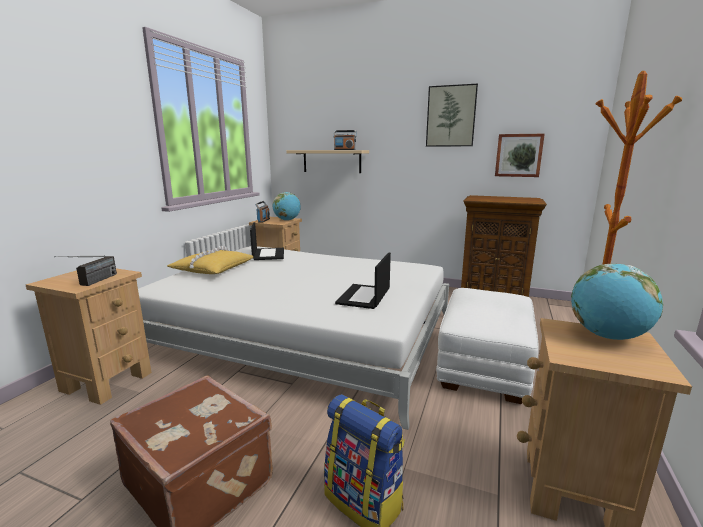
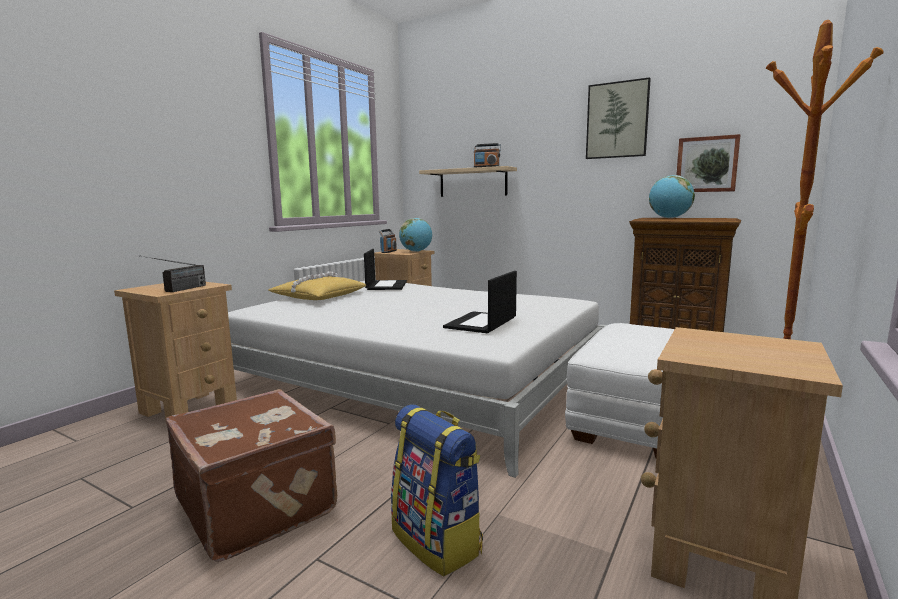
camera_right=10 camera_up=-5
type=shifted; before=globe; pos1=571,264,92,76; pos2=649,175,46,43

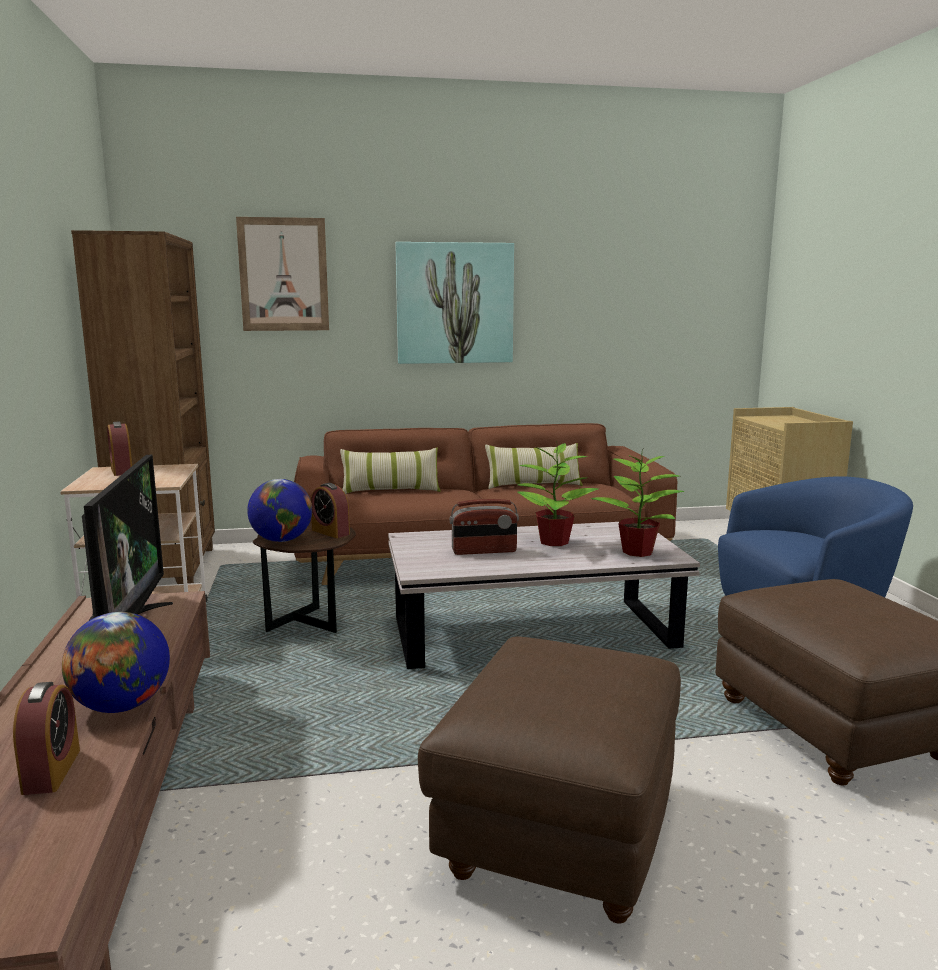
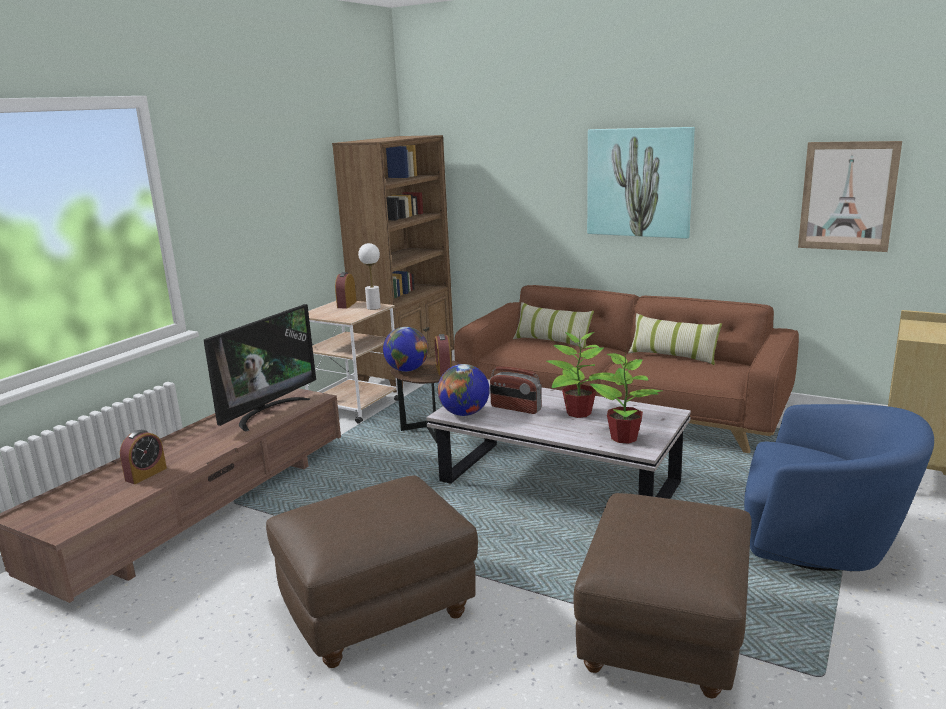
camera_right=40 camera_up=5
type=shifted; before=globe; pos1=62,612,108,101; pos2=438,364,52,52
type=shifted; before=picture; pos1=236,217,93,114; pos2=798,141,104,111
type=new; after=table lamp (white); pos2=358,243,23,67

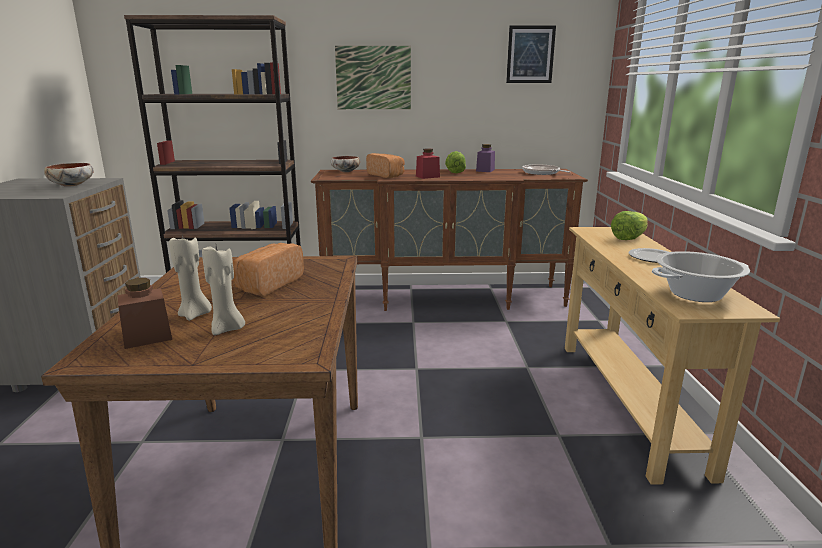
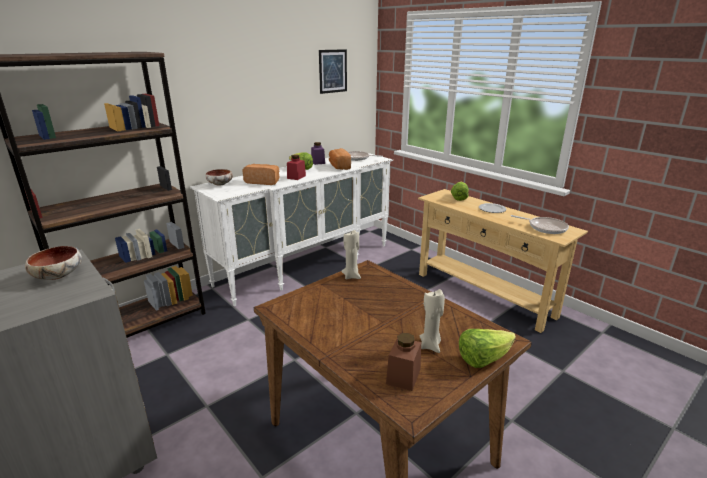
camera_right=-40 camera_up=5
type=shifted; before=candle (beige); pos1=169,234,43,87; pos2=341,230,20,49
type=shifted; before=bread; pos1=233,243,71,53; pos2=329,148,22,22
type=repainted; before=cabinet (brown); after=cabinet (white); pos1=311,169,277,142; pos2=190,153,203,153
type=gone; before=picture; pos1=335,46,76,63
type=swapped; before=cooking pot; after=frying pan; pos1=652,251,98,51; pos2=511,215,58,19
type=new; after=lettuce; pos2=459,329,57,39

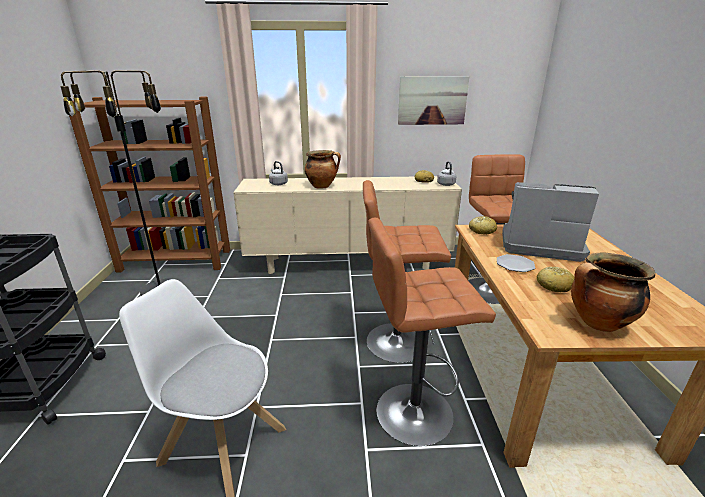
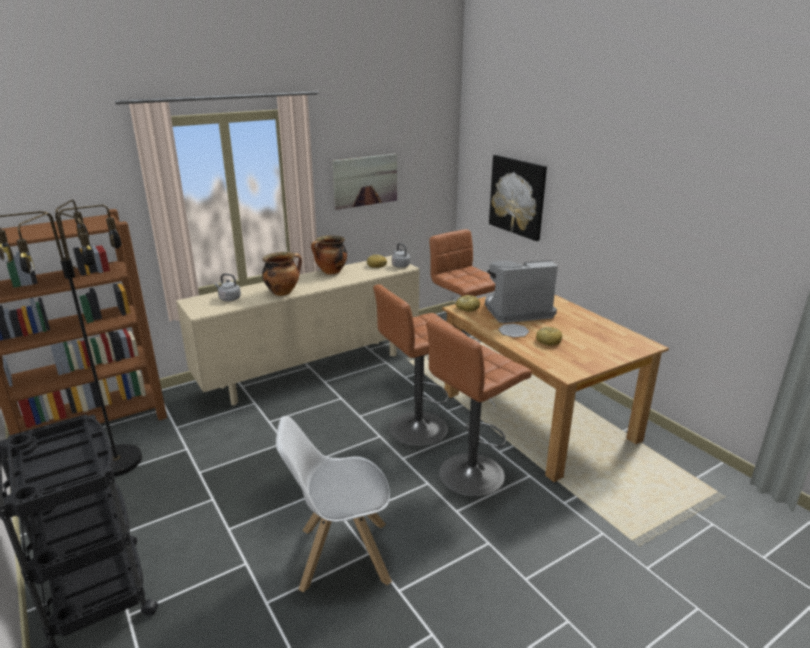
camera_right=-30 camera_up=0
type=shifted; before=cooking pot; pos1=571,252,84,80; pos2=311,235,36,40
type=new; after=picture; pos2=489,155,58,86

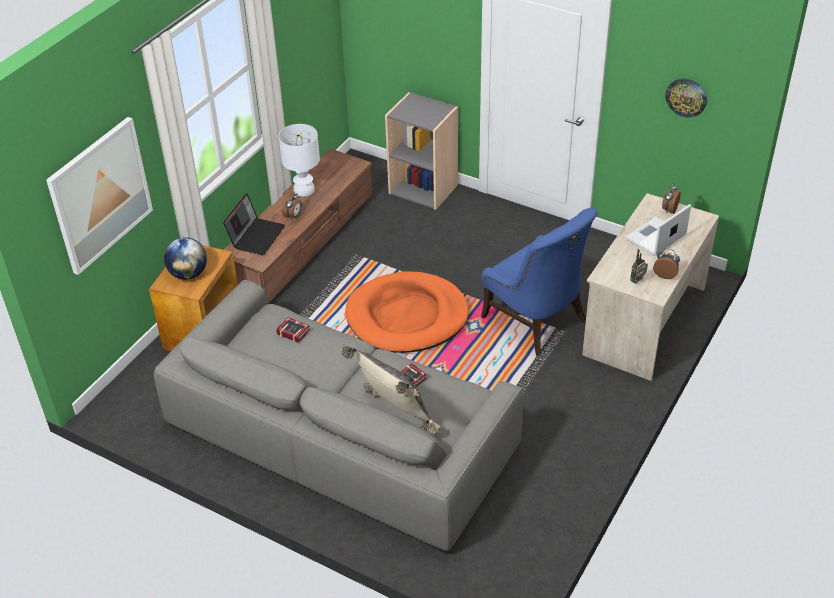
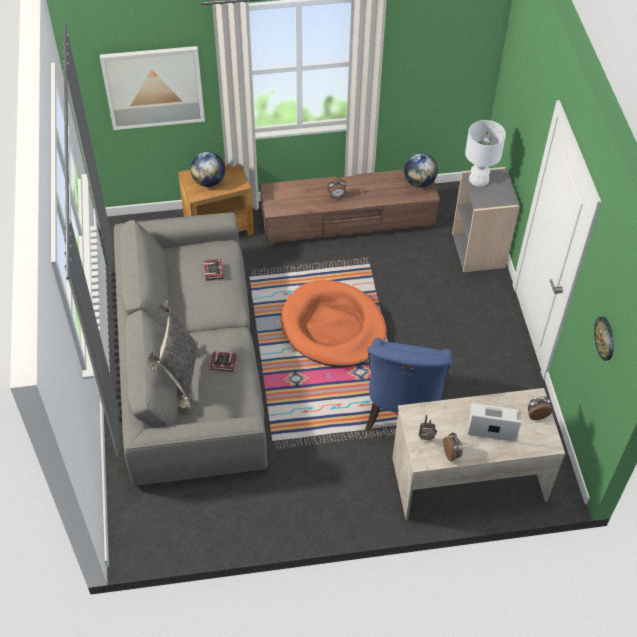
camera_right=50 camera_up=10
type=gone; before=laptop; pos1=223,193,62,62
type=shifted; before=table lamp (white); pos1=278,124,42,72; pos2=465,120,41,67
type=new; after=globe; pos2=404,153,34,34

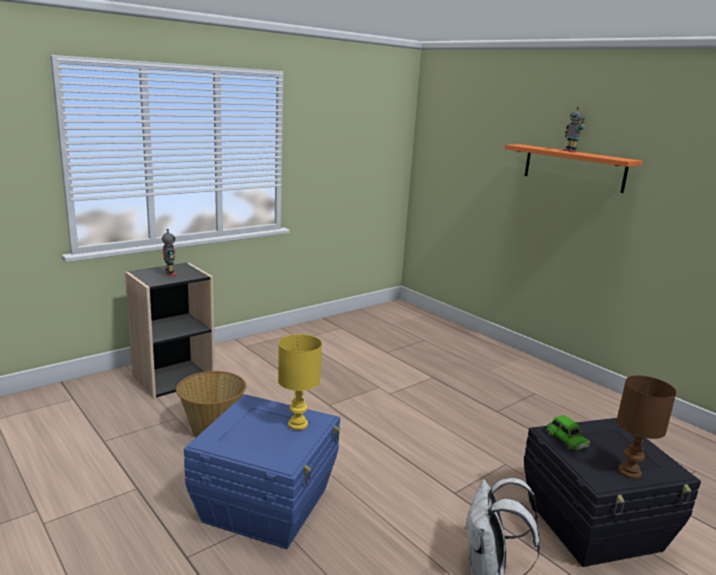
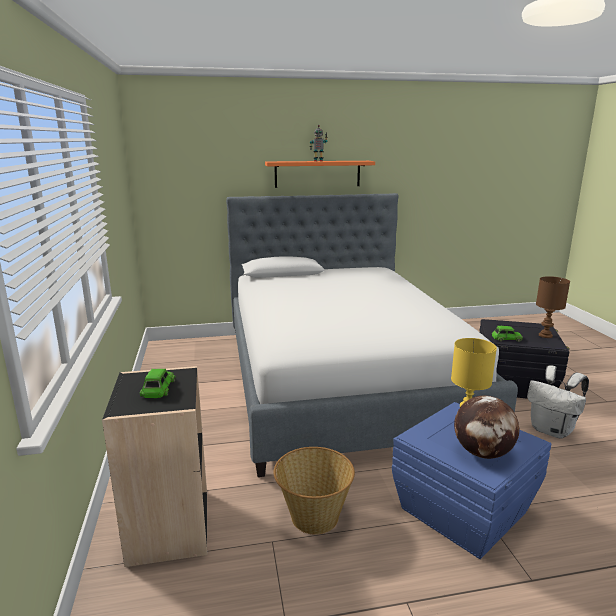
camera_right=-60 camera_up=0
type=swapped; before=toy robot; after=toy car (green); pos1=162,229,15,47; pos2=140,369,36,29
type=new; after=bed; pos2=226,193,292,284
type=new; after=globe; pos2=454,396,65,63

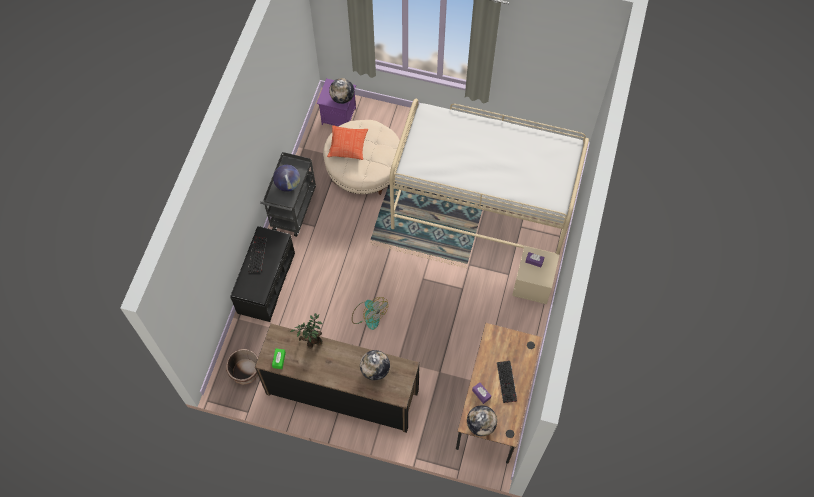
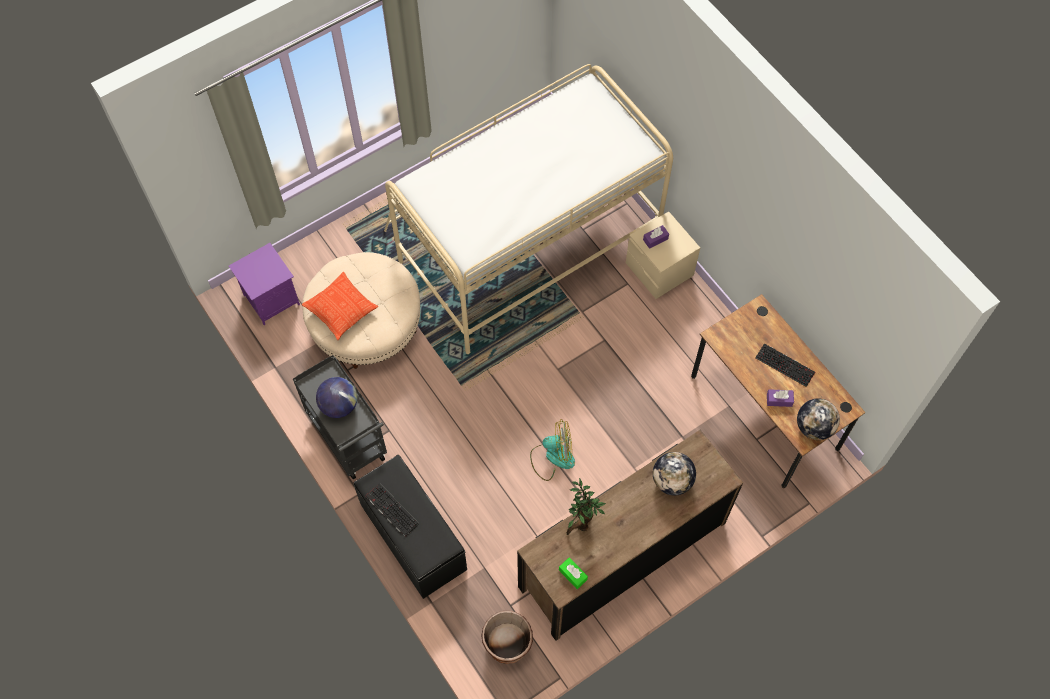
camera_right=-50 camera_up=0
type=gone; before=globe; pos1=329,78,25,26

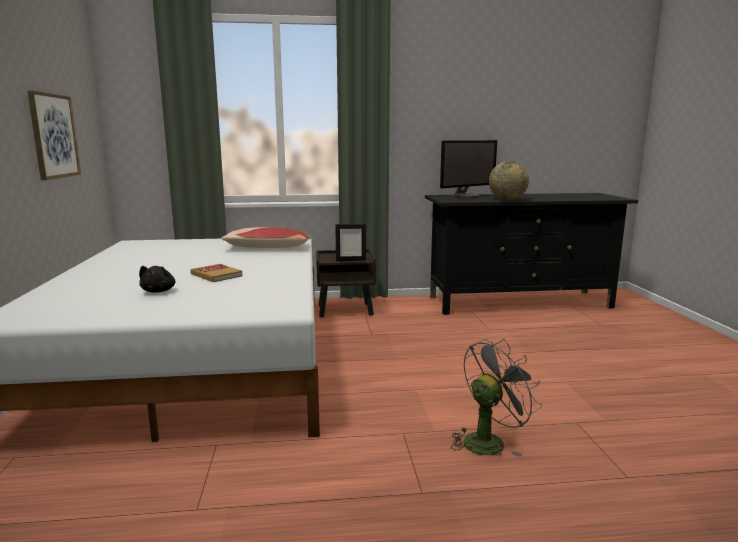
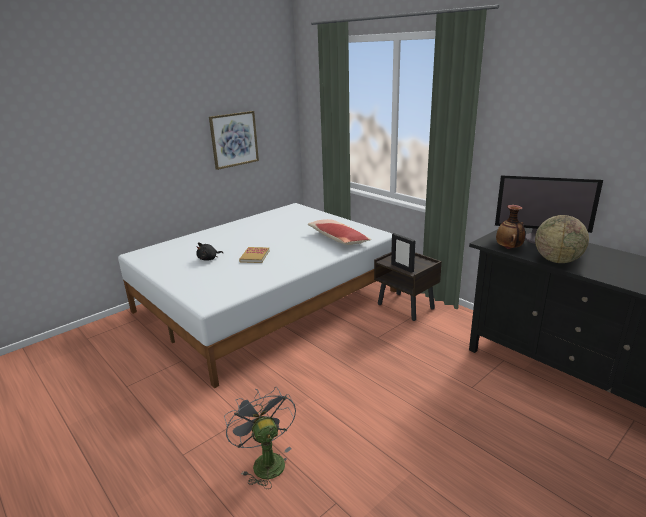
camera_right=55 camera_up=10
type=rotated; before=fan (grey); pos1=451,339,91,118; pos2=224,387,72,102; turn=-135
type=new; after=vase; pos2=496,205,29,44

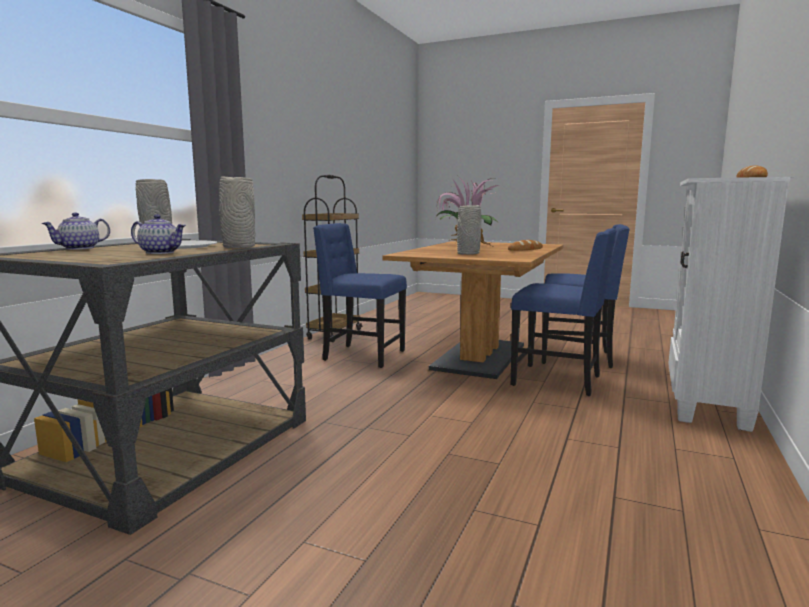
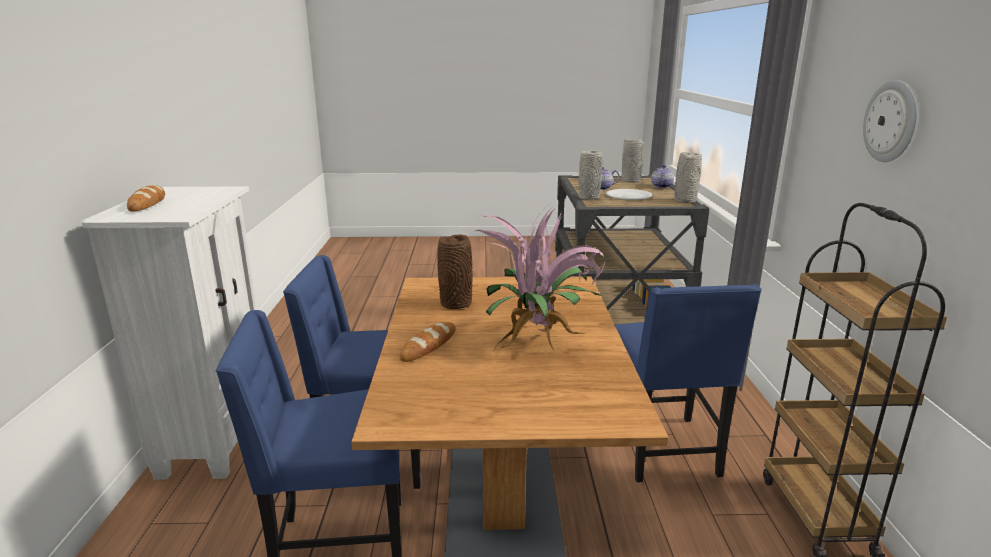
camera_right=155 camera_up=10
type=rotated; before=chair (blue); pos1=313,223,94,145; pos2=615,284,147,199; turn=90
type=shifted; before=vase (grey); pos1=457,205,24,50; pos2=621,139,23,44
type=new; after=vase (brown); pos2=437,234,36,75
type=new; after=wall clock; pos2=863,80,54,82

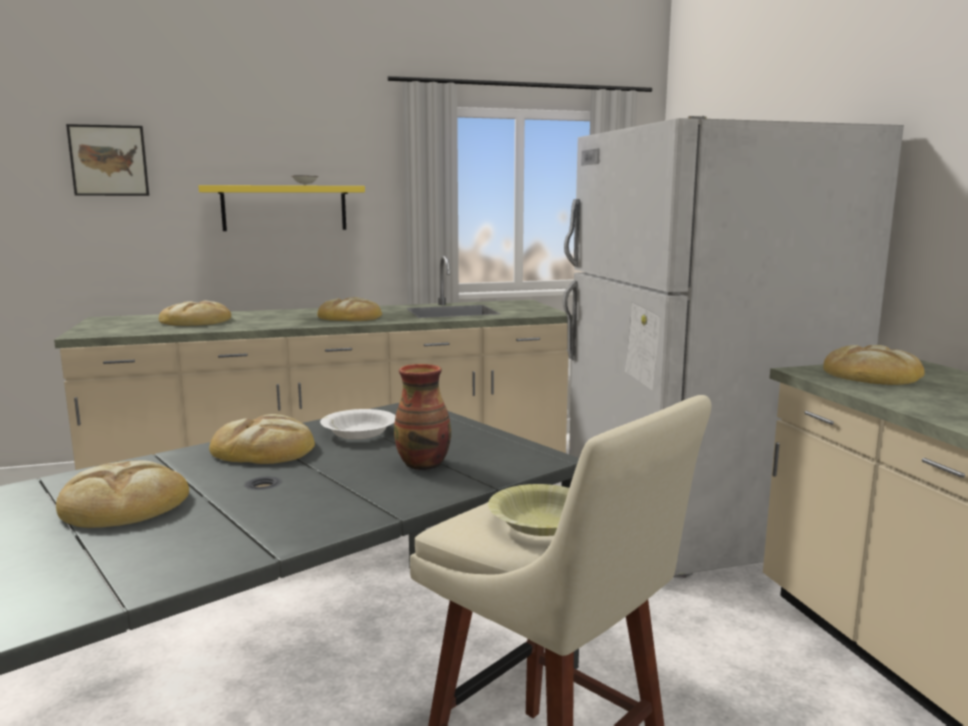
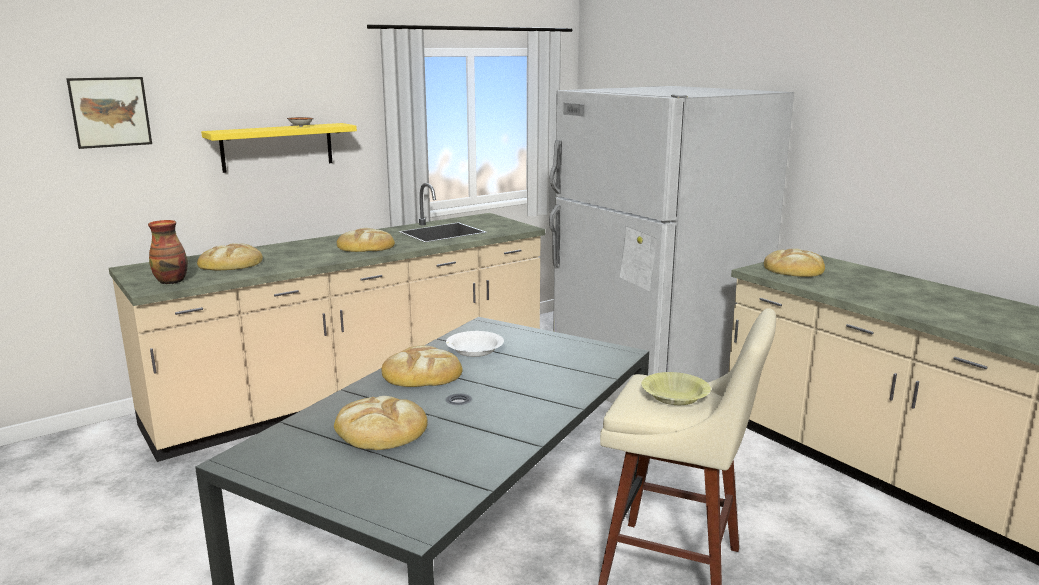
camera_right=-20 camera_up=5
type=shifted; before=vase; pos1=394,364,57,107; pos2=148,220,40,64

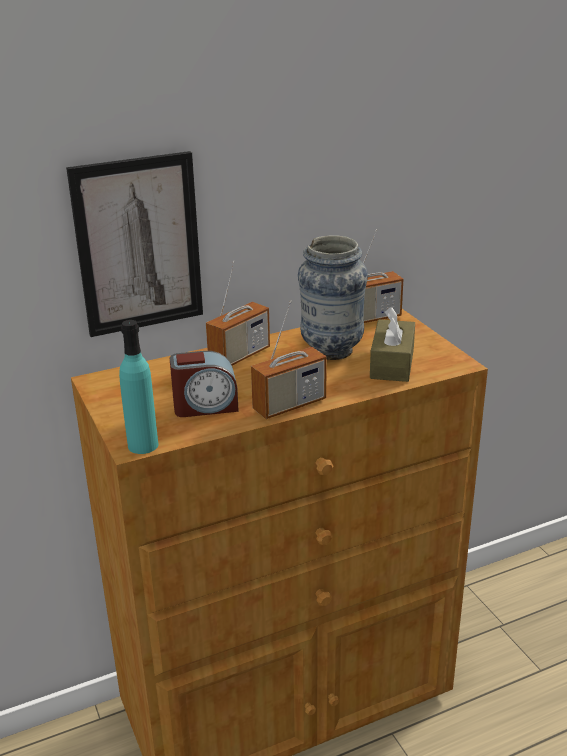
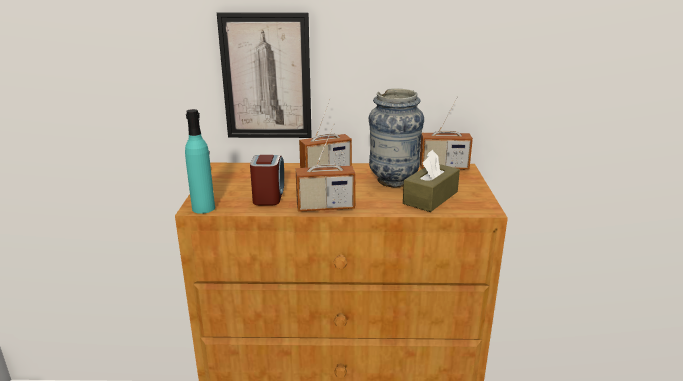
camera_right=25 camera_up=-5
type=rotated; before=alarm clock; pos1=170,351,69,66; pos2=250,155,34,50; turn=-105

